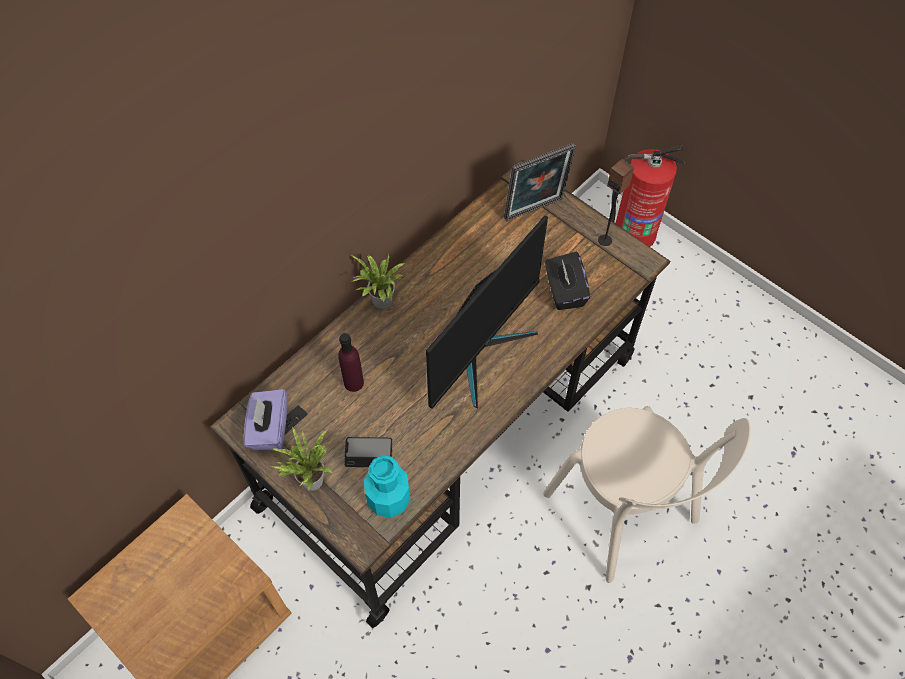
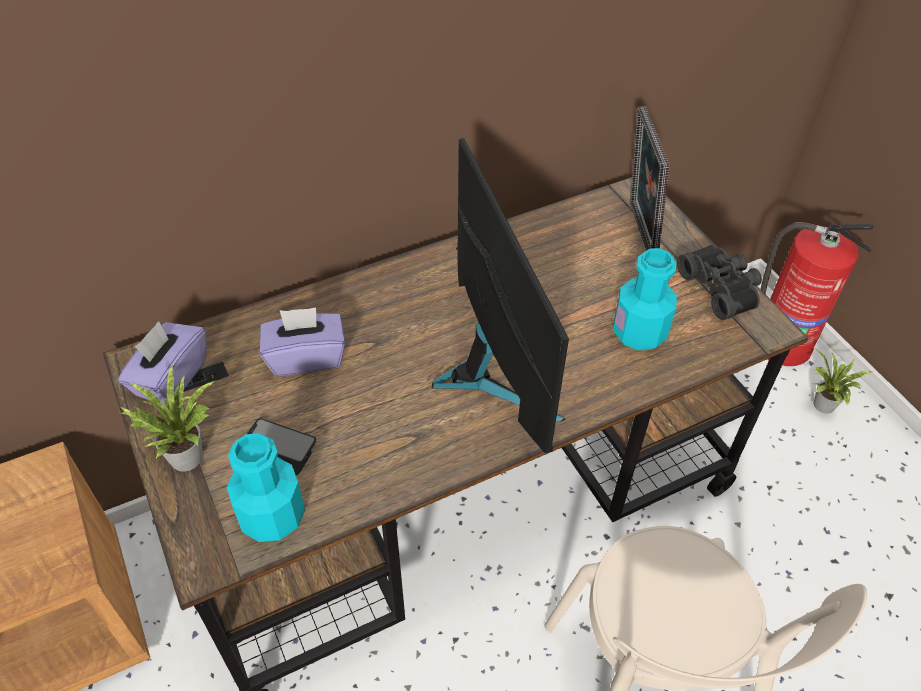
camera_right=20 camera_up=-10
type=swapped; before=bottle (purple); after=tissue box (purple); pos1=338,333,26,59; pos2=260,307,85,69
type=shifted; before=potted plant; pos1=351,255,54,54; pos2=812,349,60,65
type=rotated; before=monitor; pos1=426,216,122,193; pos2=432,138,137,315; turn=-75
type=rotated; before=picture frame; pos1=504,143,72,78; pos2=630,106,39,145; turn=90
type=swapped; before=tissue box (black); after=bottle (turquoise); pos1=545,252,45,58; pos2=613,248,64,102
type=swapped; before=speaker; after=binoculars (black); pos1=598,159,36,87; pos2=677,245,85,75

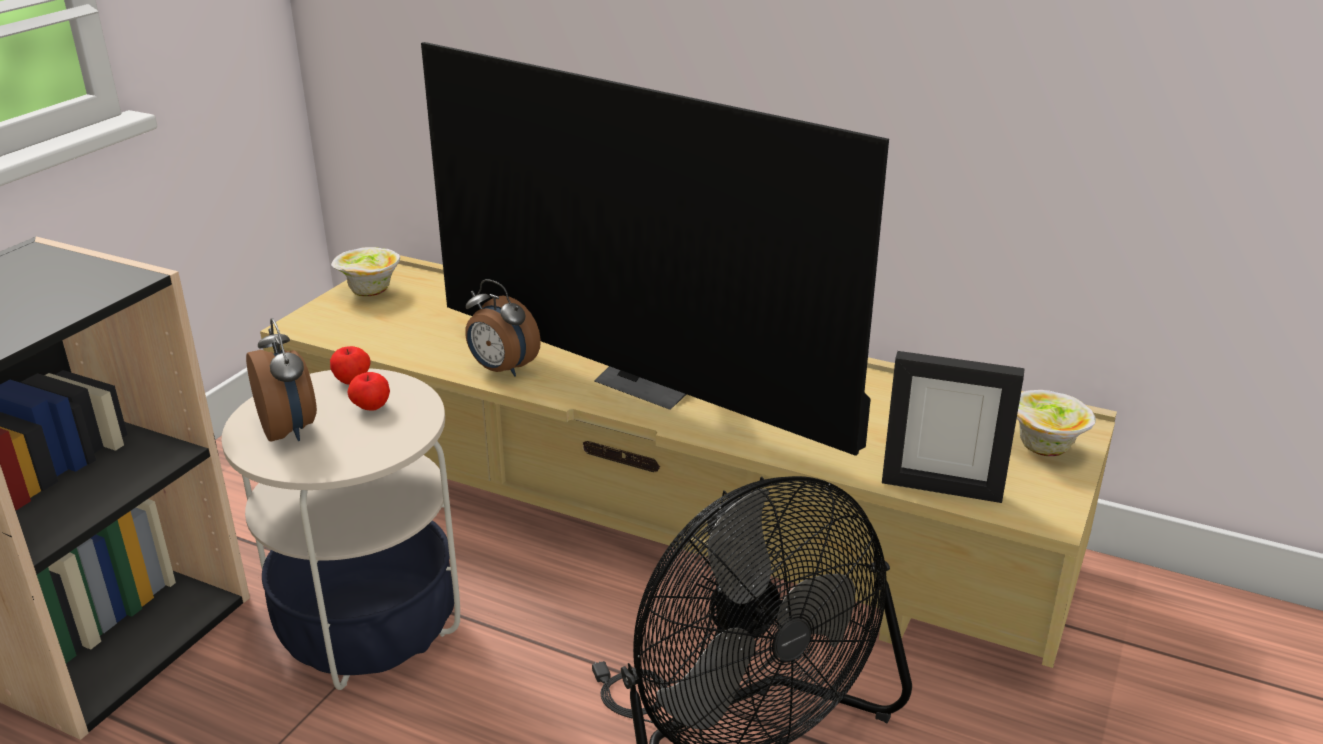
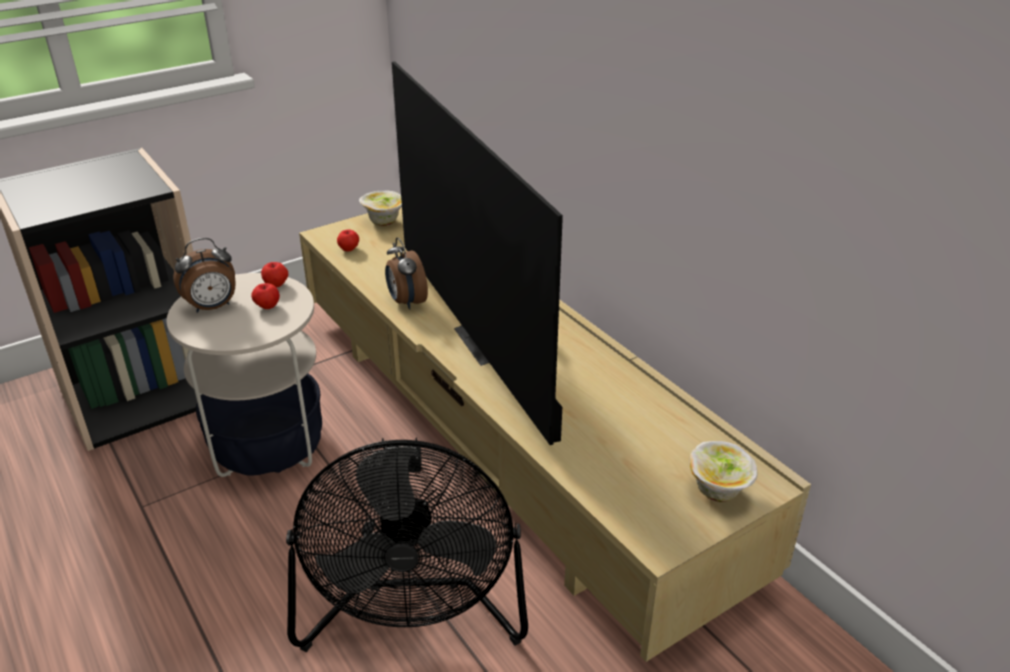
camera_right=30 camera_up=5
type=rotated; before=alarm clock; pos1=246,318,71,124; pos2=173,238,63,75; turn=60
type=gone; before=picture frame; pos1=882,351,142,152
type=new; after=apple; pos2=337,229,22,23

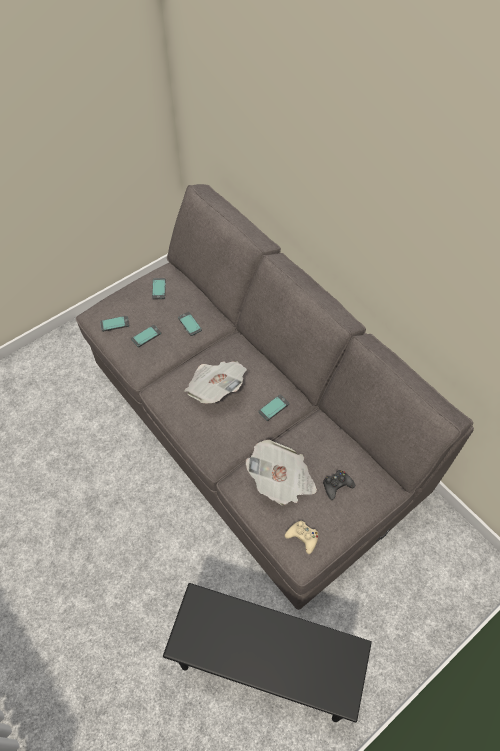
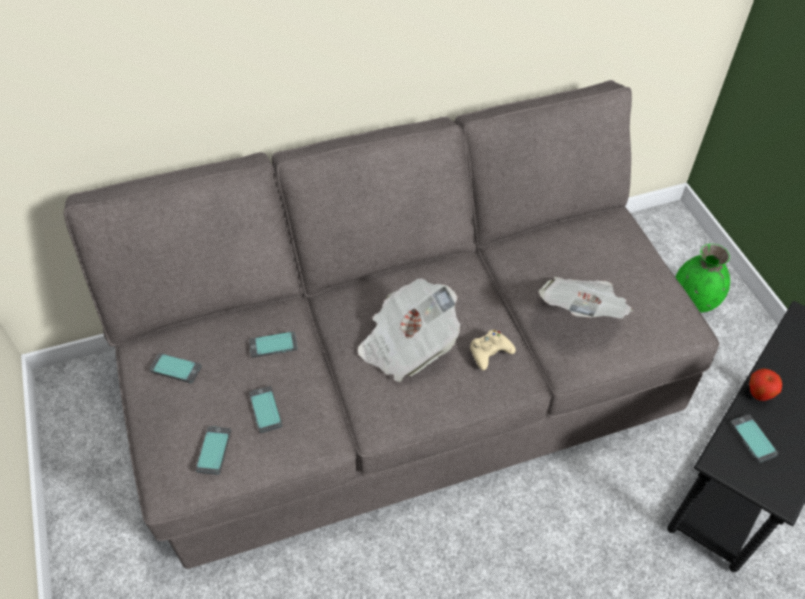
camera_right=-70 camera_up=-5
type=shifted; before=phone; pos1=258,394,31,27; pos2=730,414,48,49
type=shifted; before=game controller (beige); pos1=285,521,34,33; pos2=470,330,46,40
type=gone; before=game controller (black); pos1=323,470,32,30
type=new; after=vase (green); pos2=675,244,55,69
type=new; after=apple; pos2=749,368,33,33

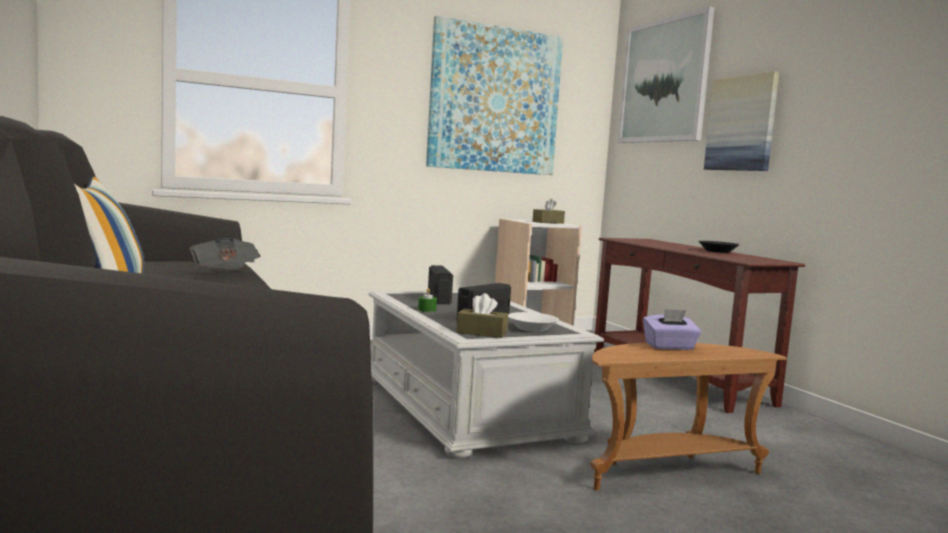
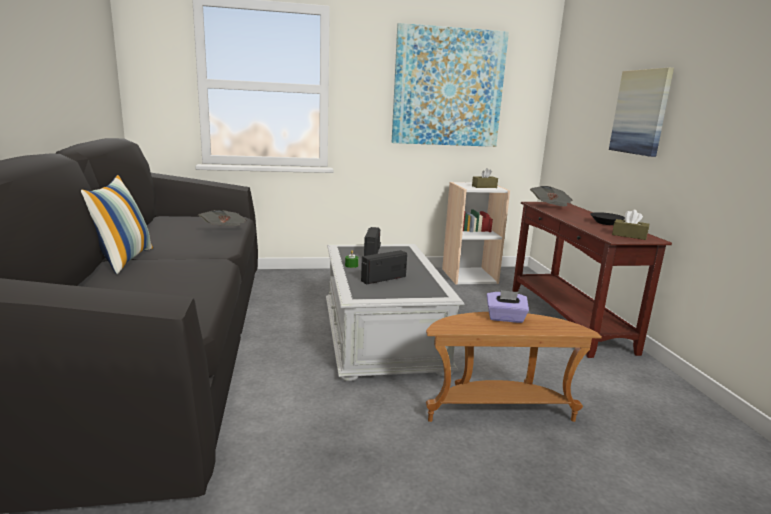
camera_right=15 camera_up=10
type=shifted; before=tissue box (brown); pos1=456,293,52,45; pos2=612,210,37,30
type=gone; before=bowl (white); pos1=508,312,51,20
type=gone; before=picture; pos1=618,7,96,136
type=new; after=newspaper; pos2=530,186,43,20

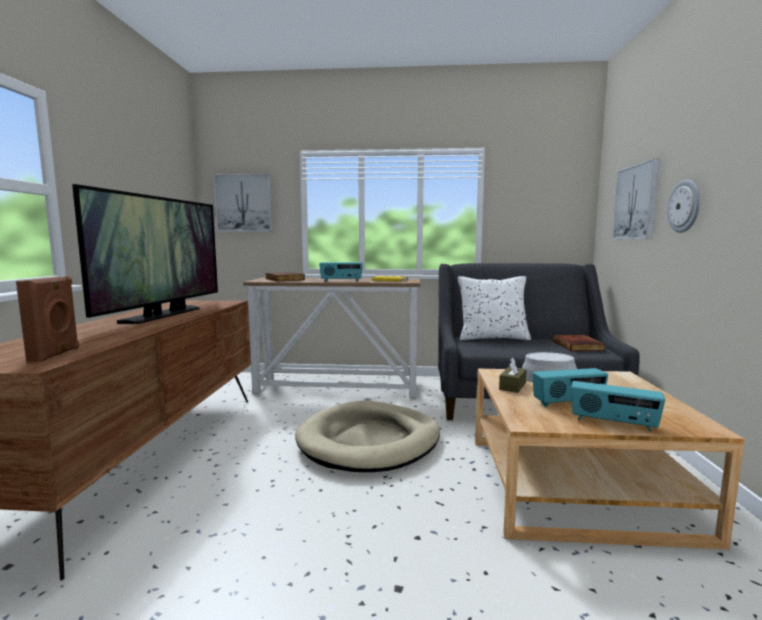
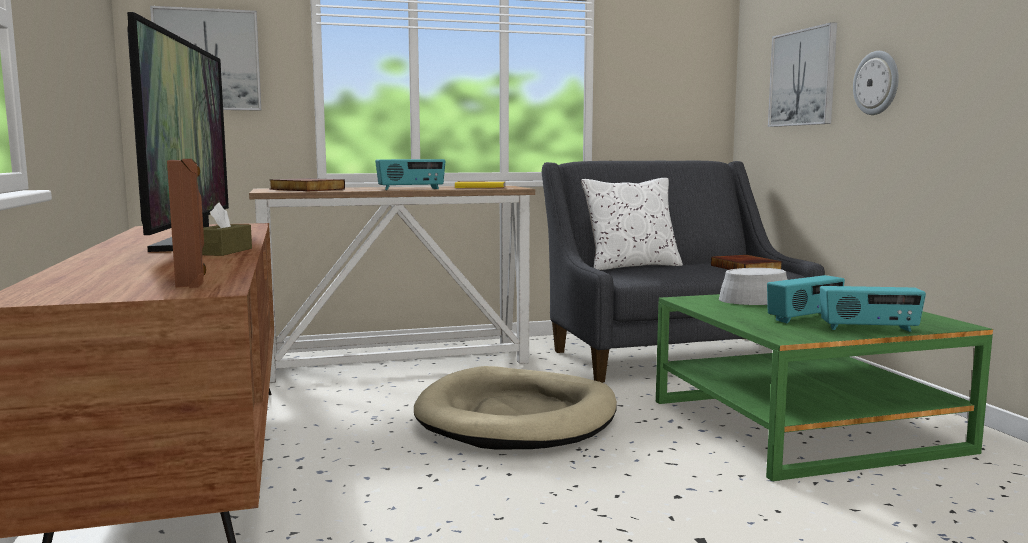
camera_right=-20 camera_up=0
type=repainted; before=coffee table (beige); after=coffee table (green); pos1=475,369,269,181; pos2=656,294,337,187
type=shifted; before=tissue box (brown); pos1=499,357,28,36; pos2=202,203,50,53

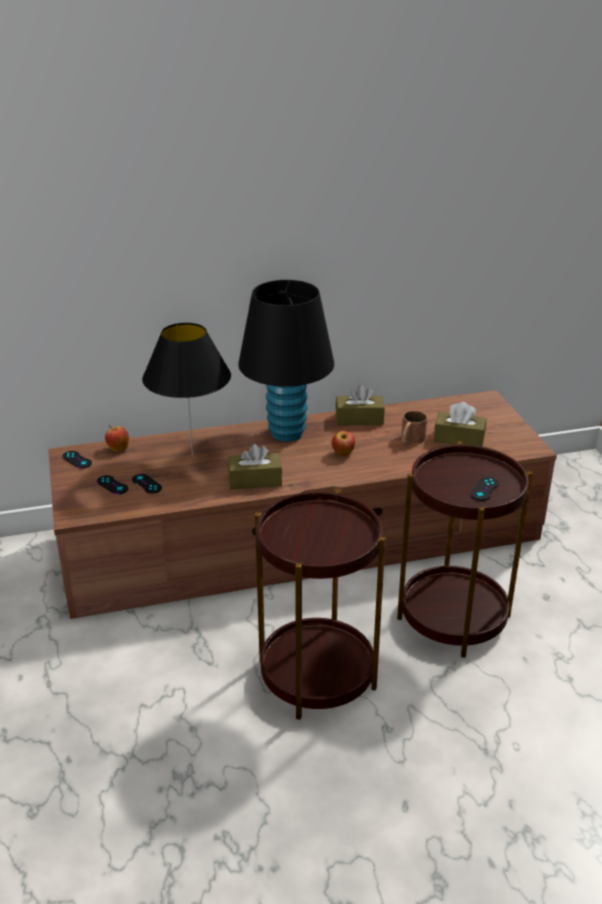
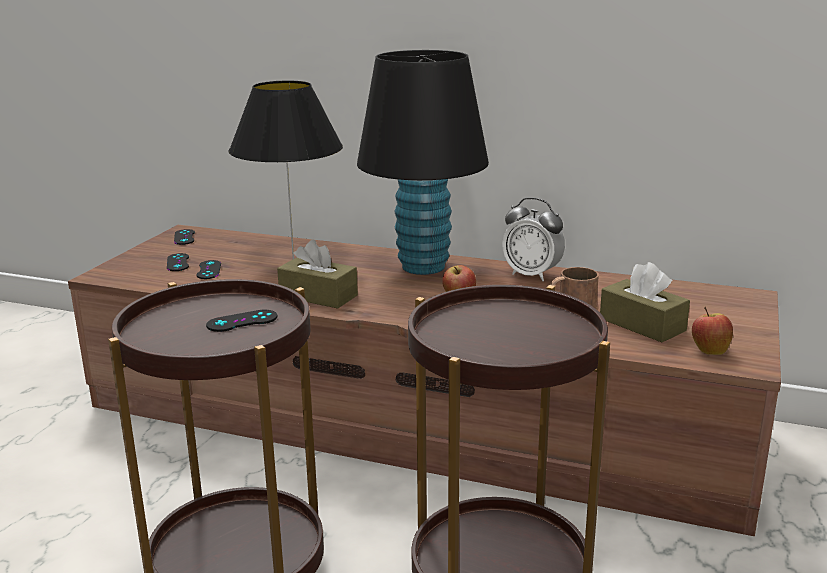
camera_right=35 camera_up=-10
type=shifted; before=apple; pos1=105,425,24,27; pos2=692,306,41,49
type=swapped; before=tissue box (brown); after=alarm clock; pos1=336,385,49,40; pos2=502,198,63,83
type=shifted; before=game controller (black); pos1=470,477,29,24; pos2=206,310,71,22

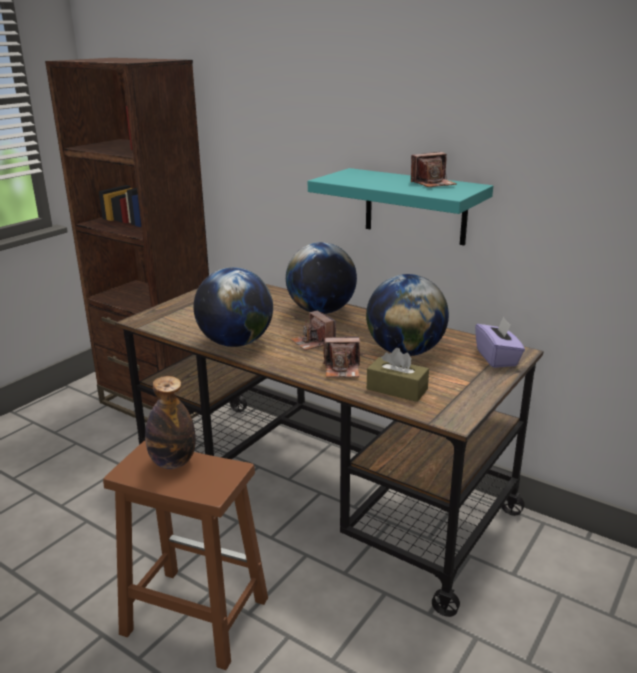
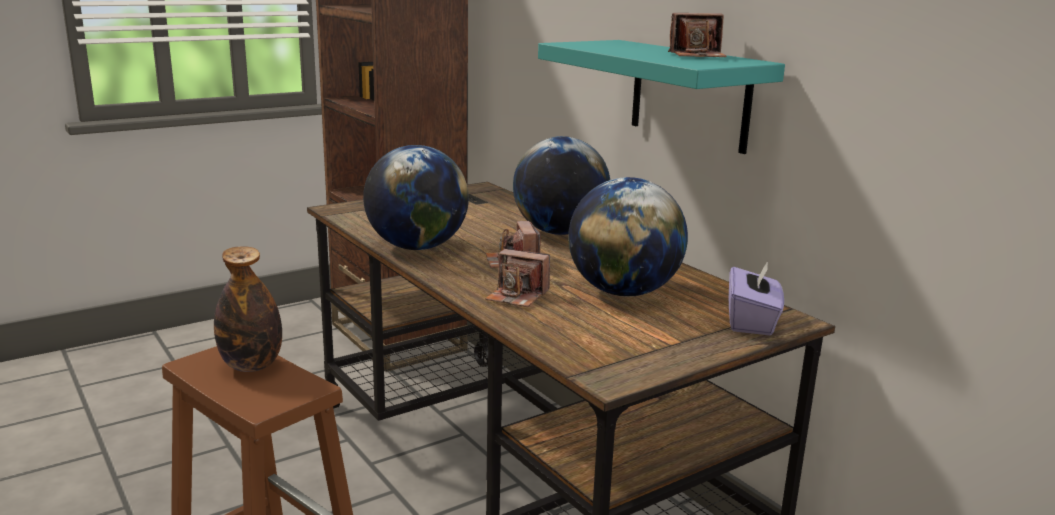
camera_right=20 camera_up=-5
type=gone; before=tissue box (brown); pos1=367,348,62,54

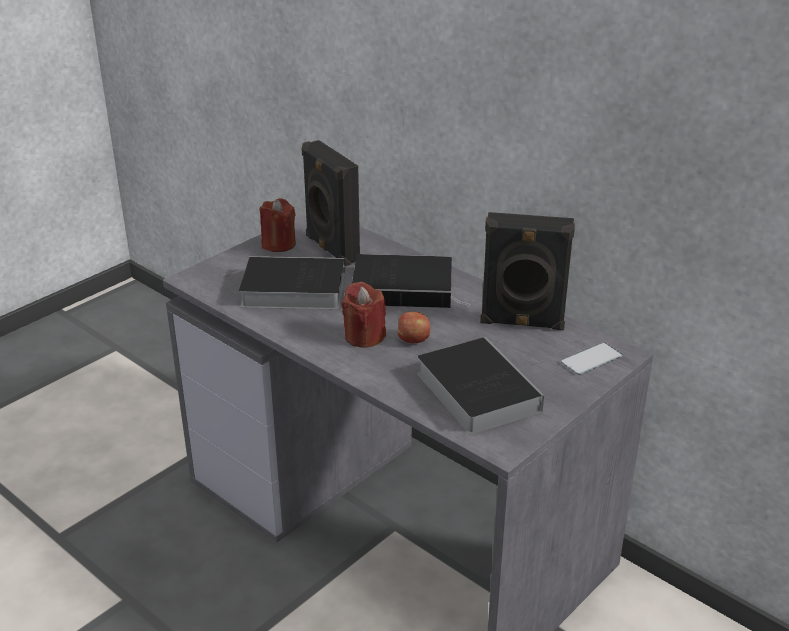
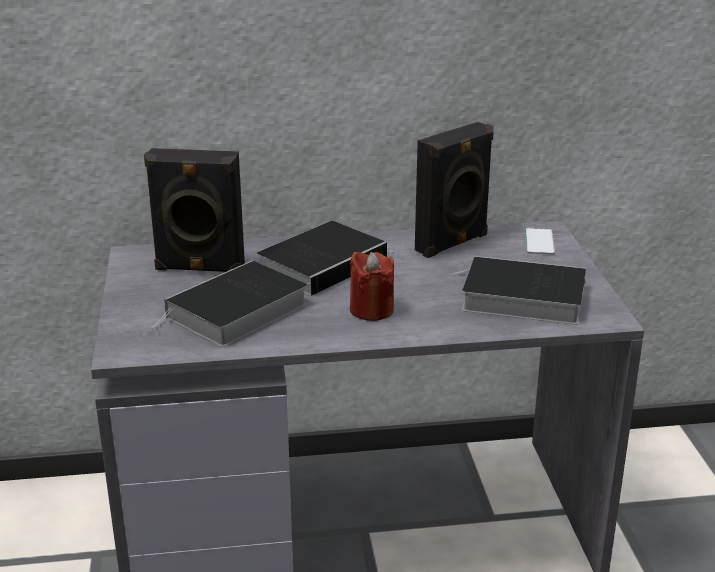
camera_right=-50 camera_up=-5
type=gone; before=candle (red); pos1=260,198,36,54
type=gone; before=apple; pos1=398,312,32,31

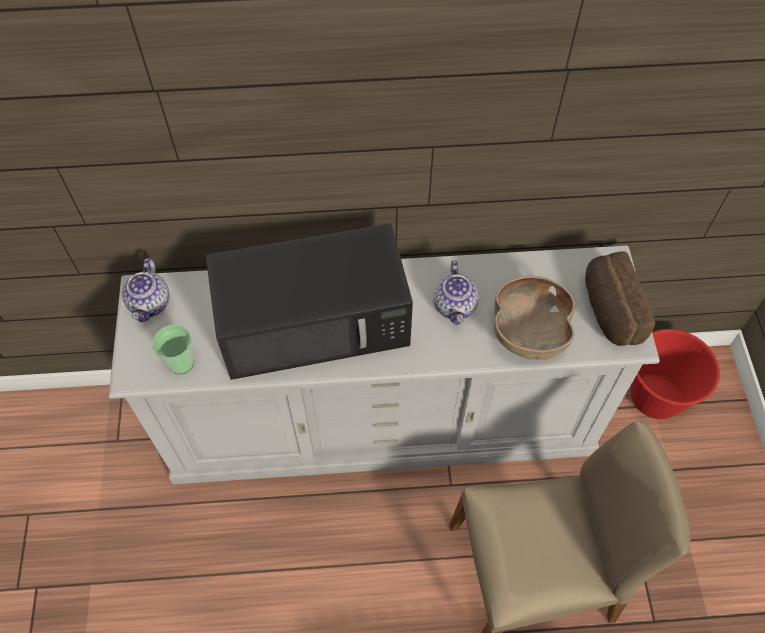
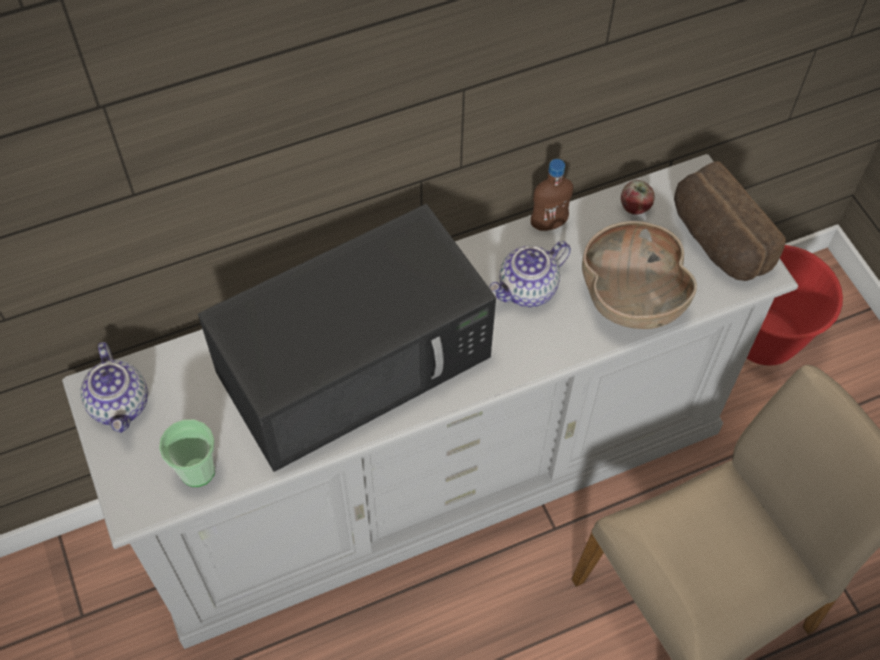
camera_right=-20 camera_up=0
type=rotated; before=teapot; pos1=433,260,46,65; pos2=489,241,82,66; turn=75
type=new; after=bottle (brown); pos2=531,159,42,72
type=new; after=apple; pos2=621,180,34,35

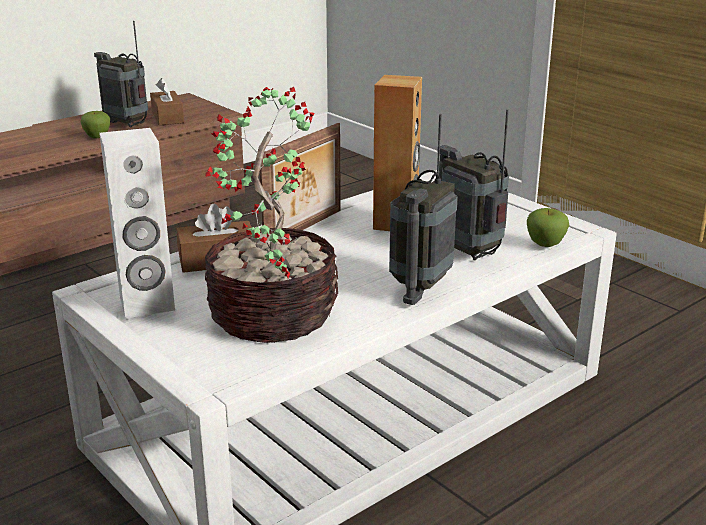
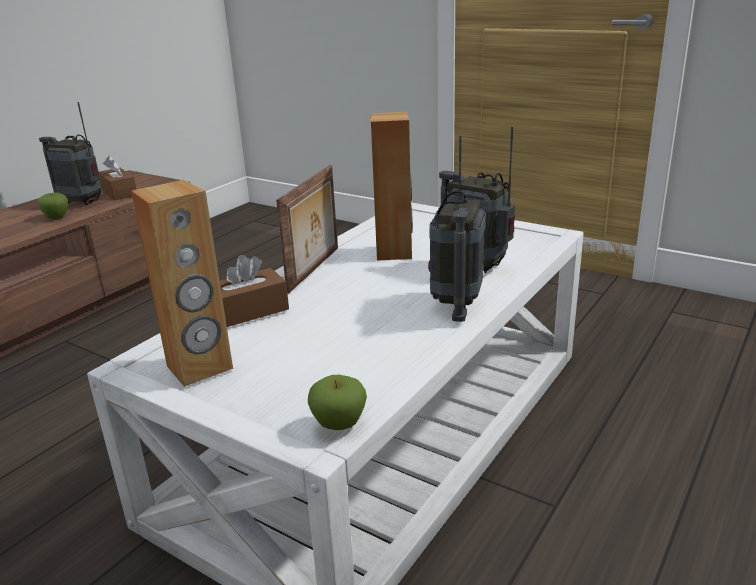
camera_right=-15 camera_up=0
type=repainted; before=speaker (white); after=speaker (brown); pos1=99,128,76,190; pos2=131,180,102,207
type=gone; before=potted plant; pos1=205,87,133,256
type=shifted; before=apple; pos1=527,208,42,39; pos2=308,375,59,55

